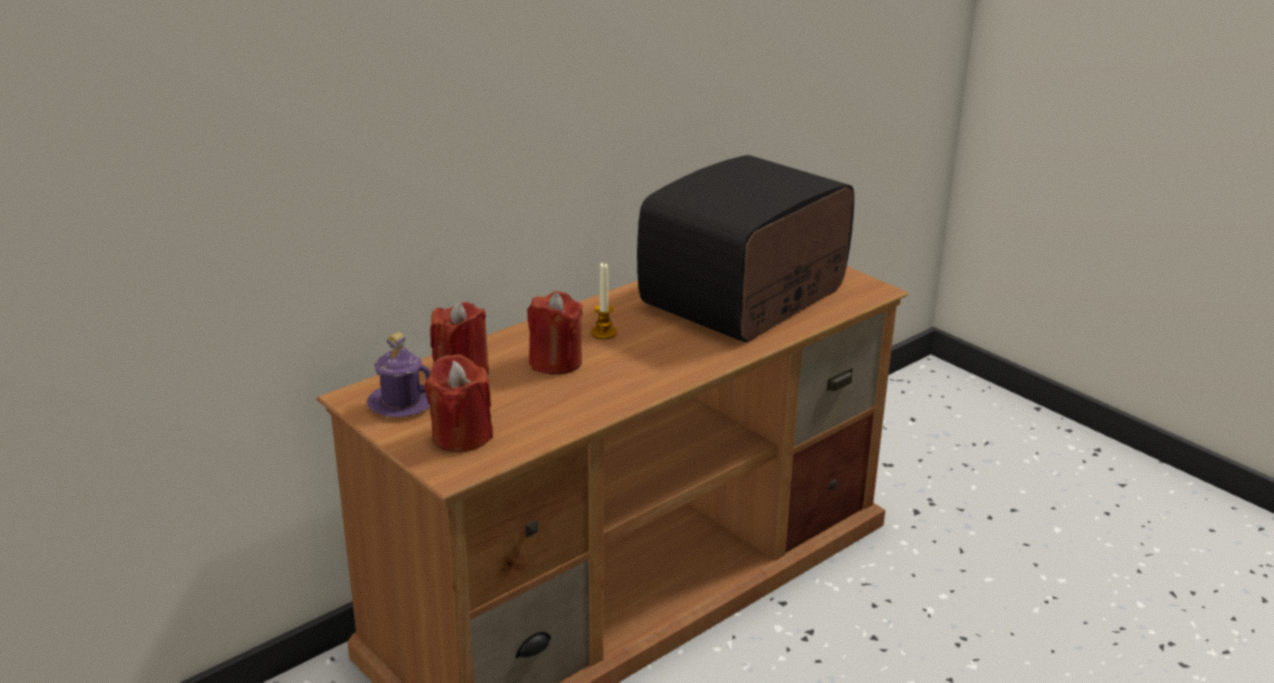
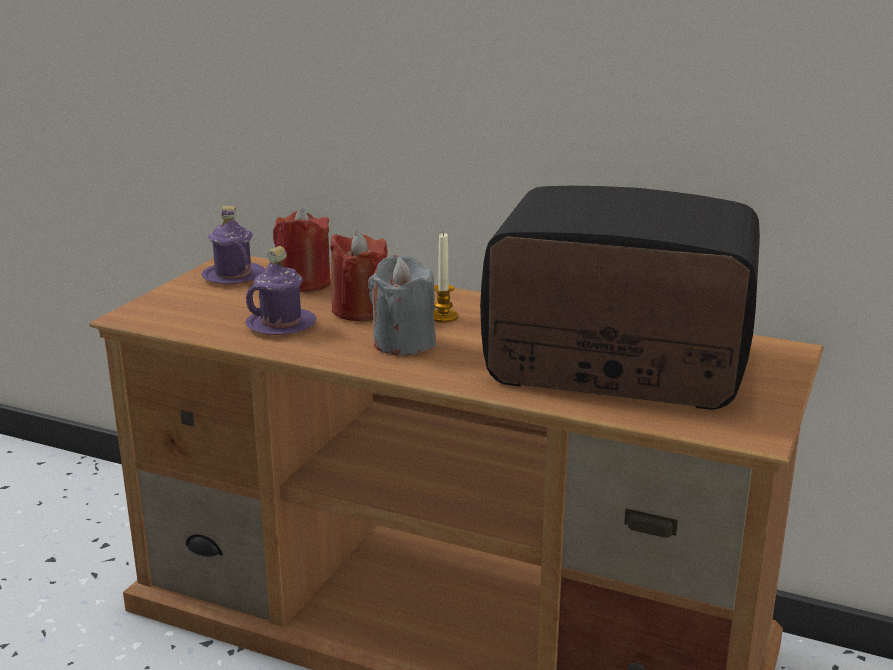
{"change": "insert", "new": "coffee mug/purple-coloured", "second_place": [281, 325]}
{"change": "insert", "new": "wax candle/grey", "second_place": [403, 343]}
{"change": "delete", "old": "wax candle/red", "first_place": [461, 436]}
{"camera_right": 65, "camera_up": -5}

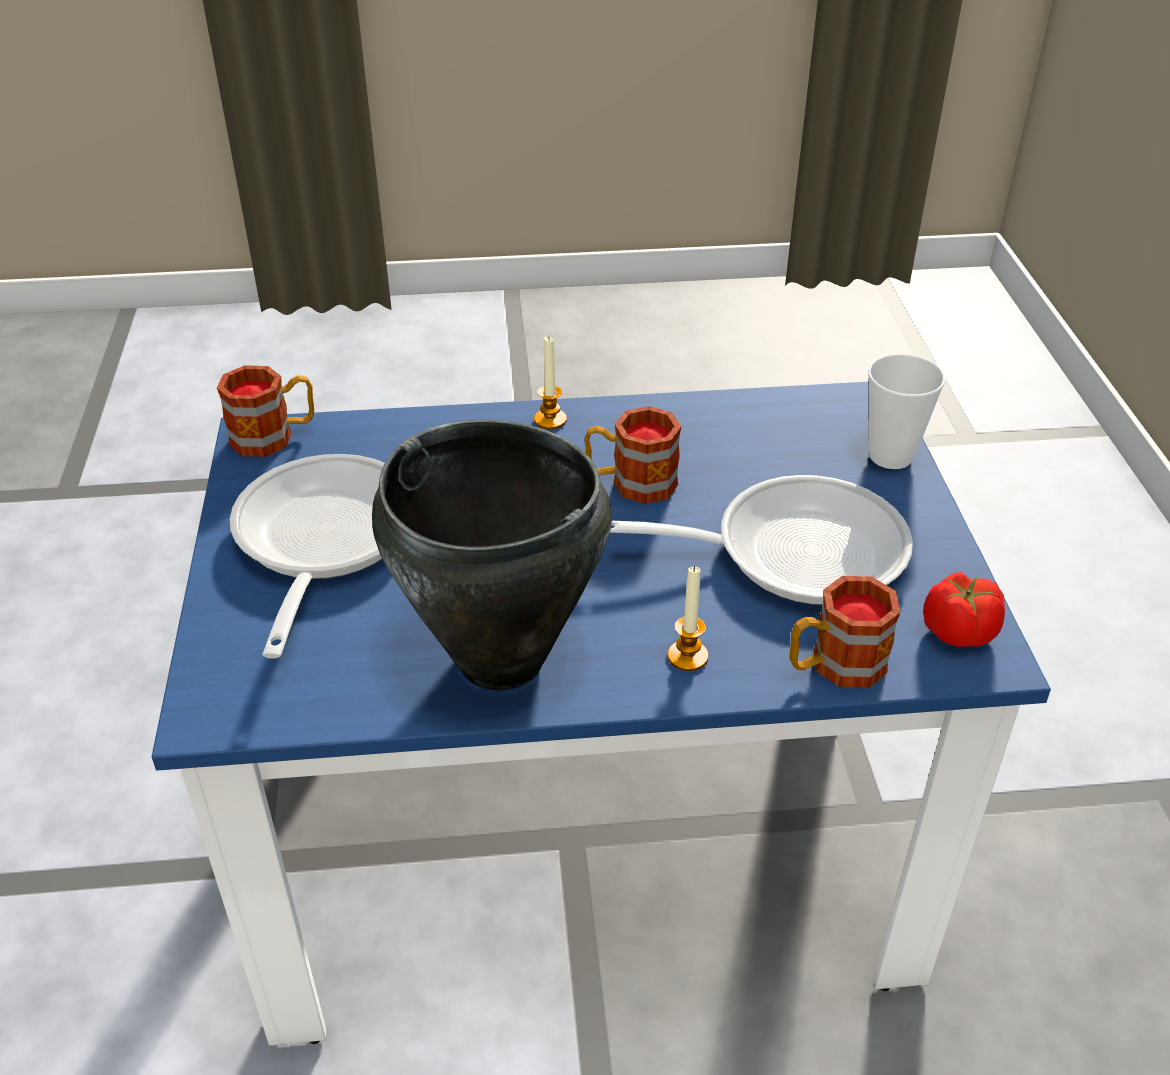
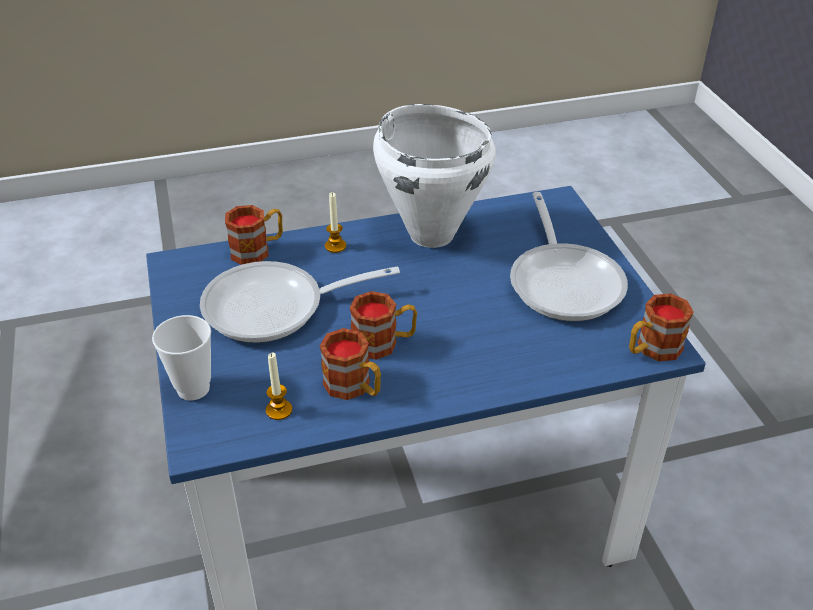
{"change": "move", "old": "wax candle", "first_place": [550, 420], "second_place": [279, 410]}
{"change": "insert", "new": "coffee mug", "second_place": [354, 387]}
{"change": "recolor", "old": "stockpot/blackish", "new": "stockpot/white", "first_place": [501, 661], "second_place": [431, 234]}
{"change": "delete", "old": "whole tomato", "first_place": [958, 631]}
{"camera_right": 170, "camera_up": 0}

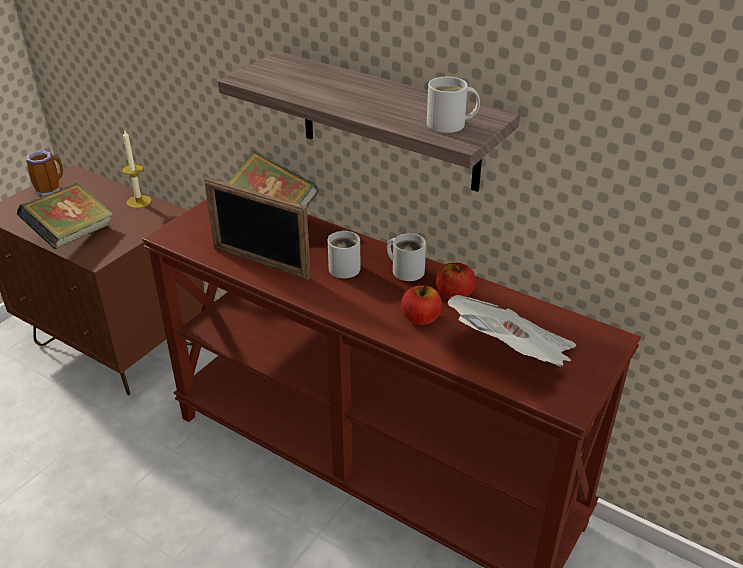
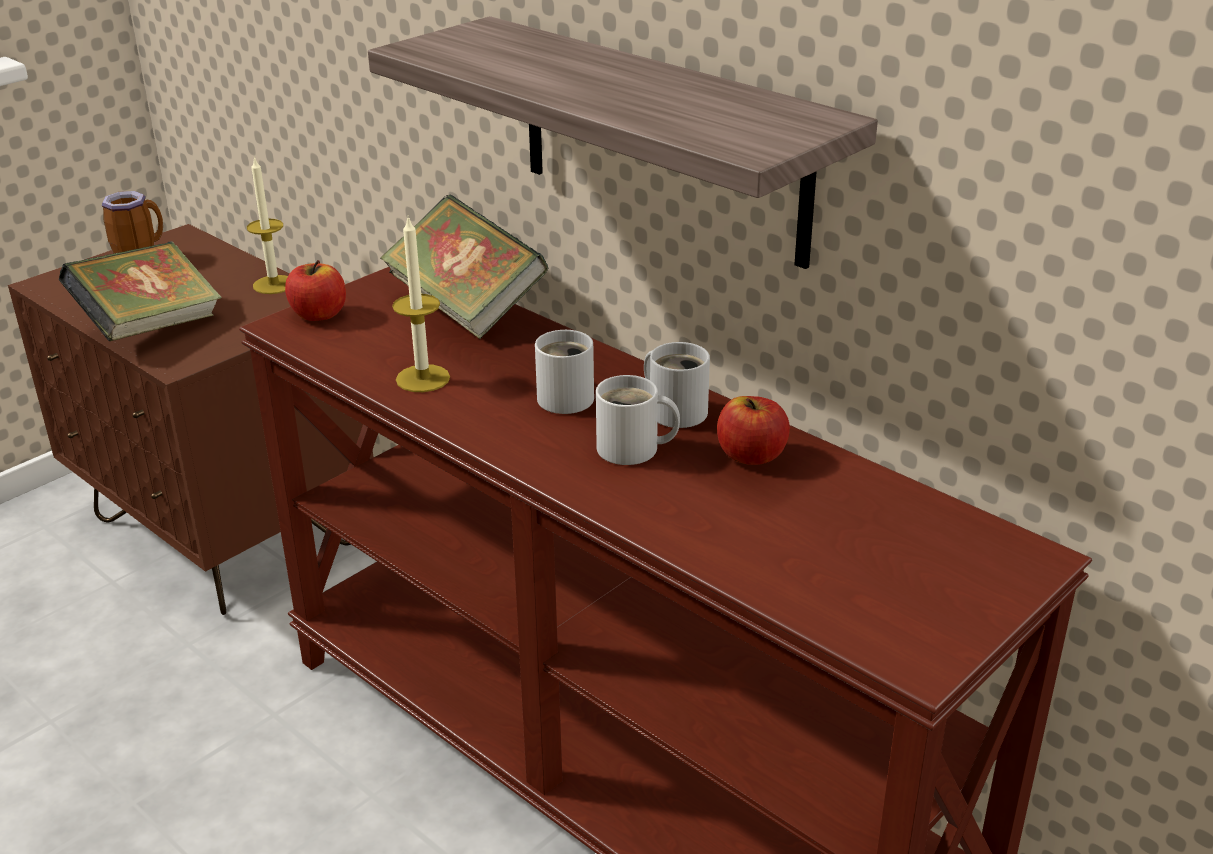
{"change": "move", "old": "apple fruit", "first_place": [420, 318], "second_place": [318, 314]}
{"change": "replace", "old": "standing frame", "new": "wax candle", "first_place": [260, 263], "second_place": [423, 378]}
{"change": "move", "old": "coffee mug/white", "first_place": [450, 125], "second_place": [633, 450]}
{"change": "delete", "old": "printed paper", "first_place": [512, 356]}
{"camera_right": 10, "camera_up": -5}

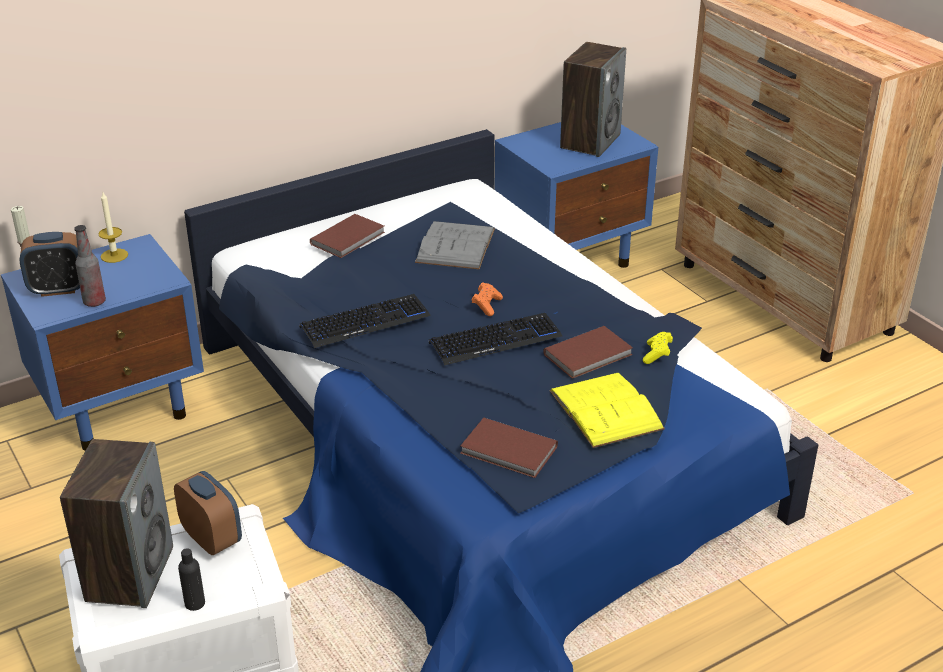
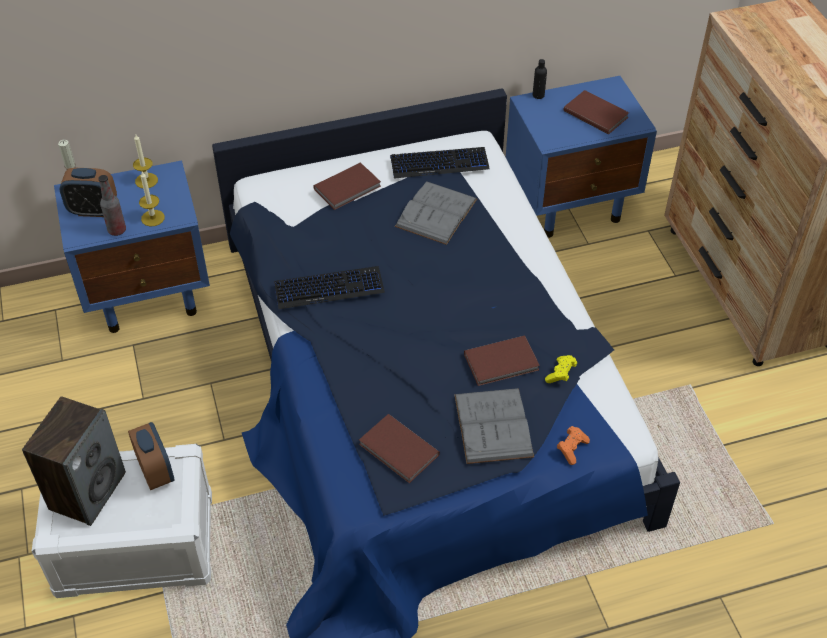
{"change": "insert", "new": "wax candle", "second_place": [153, 218]}
{"change": "move", "old": "PC keyboard", "first_place": [495, 340], "second_place": [439, 164]}
{"change": "recolor", "old": "bound book/yellow", "new": "bound book/grey", "first_place": [605, 410], "second_place": [493, 425]}
{"change": "move", "old": "drink bottle/blackish", "first_place": [195, 603], "second_place": [538, 95]}
{"change": "move", "old": "joypad/orange-coloured", "first_place": [486, 305], "second_place": [572, 448]}
{"change": "replace", "old": "audio speaker", "new": "bound book/brown-coloured", "first_place": [590, 141], "second_place": [595, 113]}
{"camera_right": 15, "camera_up": 15}

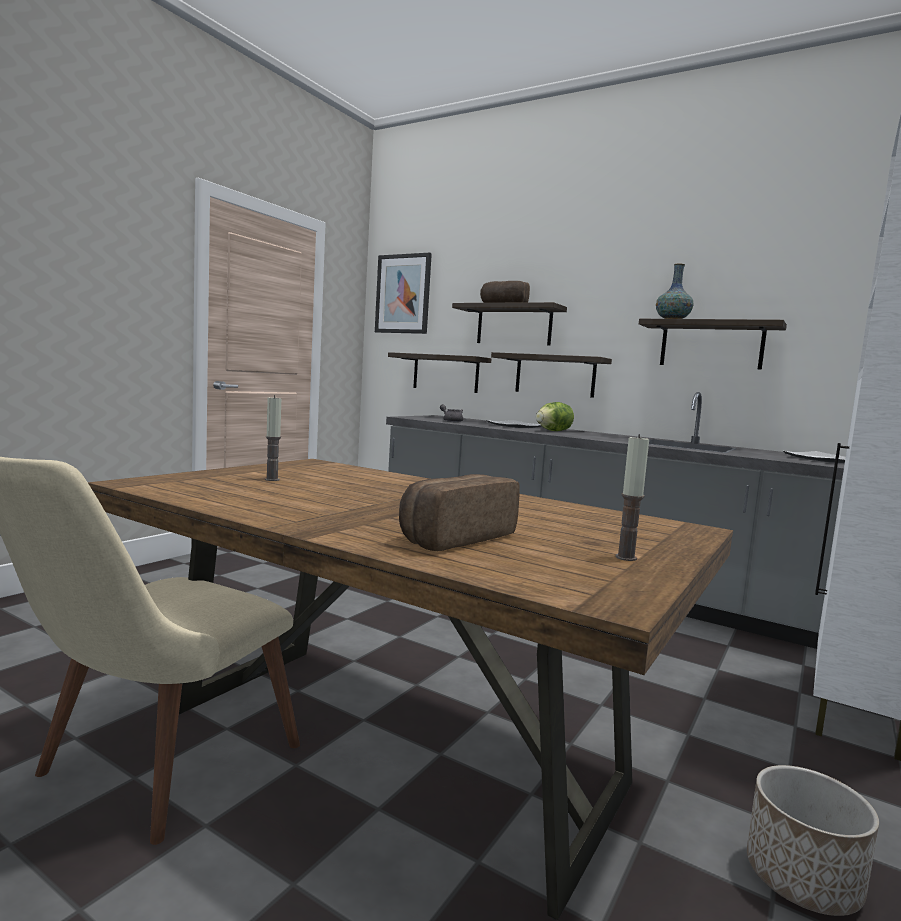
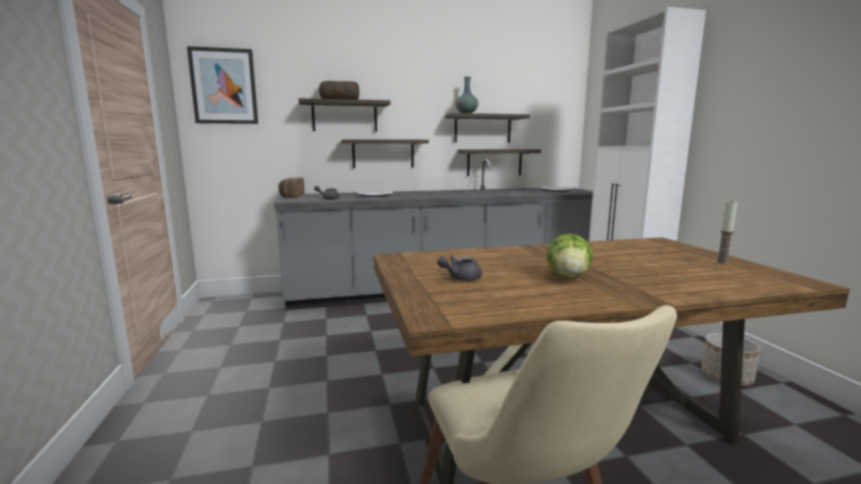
{"change": "move", "old": "bread", "first_place": [454, 537], "second_place": [291, 196]}
{"change": "replace", "old": "wax candle", "new": "teapot/grey", "first_place": [272, 479], "second_place": [460, 278]}
{"change": "move", "old": "bracket shelf", "first_place": [445, 373], "second_place": [494, 162]}
{"change": "move", "old": "lettuce head", "first_place": [553, 431], "second_place": [568, 277]}
{"camera_right": -45, "camera_up": 5}

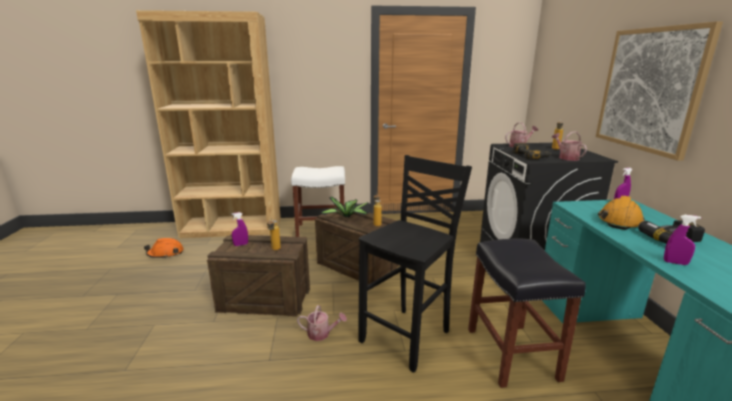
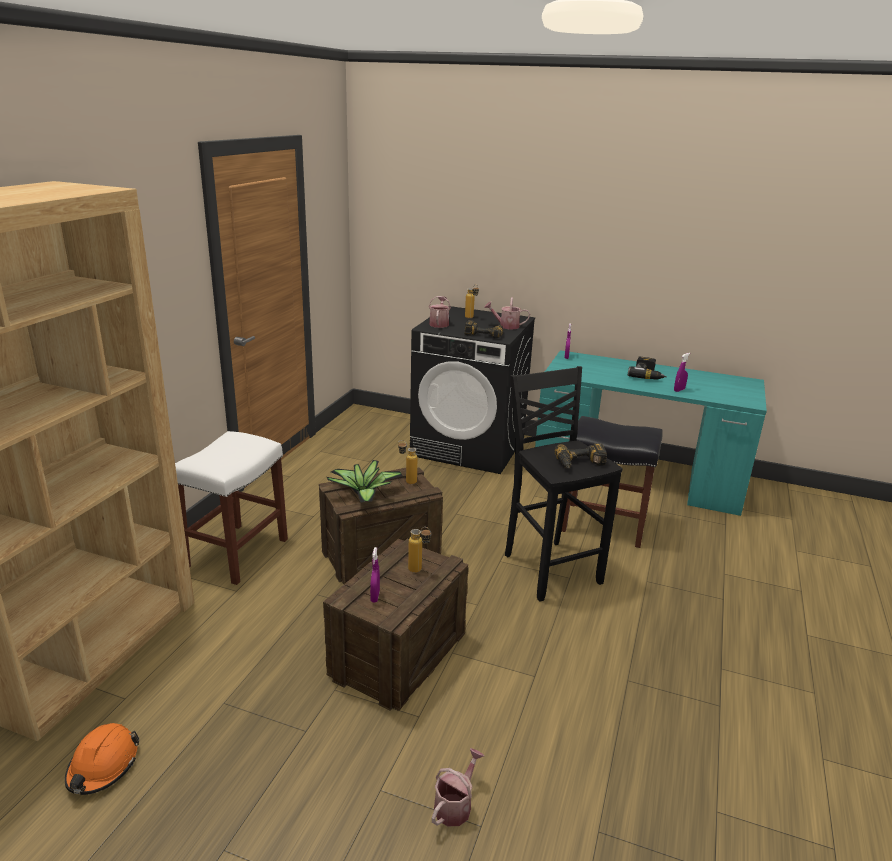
{"change": "move", "old": "sprinkling can", "first_place": [322, 334], "second_place": [455, 805]}
{"change": "insert", "new": "drill", "second_place": [580, 464]}
{"change": "delete", "old": "wall art", "first_place": [649, 90]}
{"change": "delete", "old": "hard hat/orange-coloured", "first_place": [619, 221]}
{"camera_right": -65, "camera_up": 5}

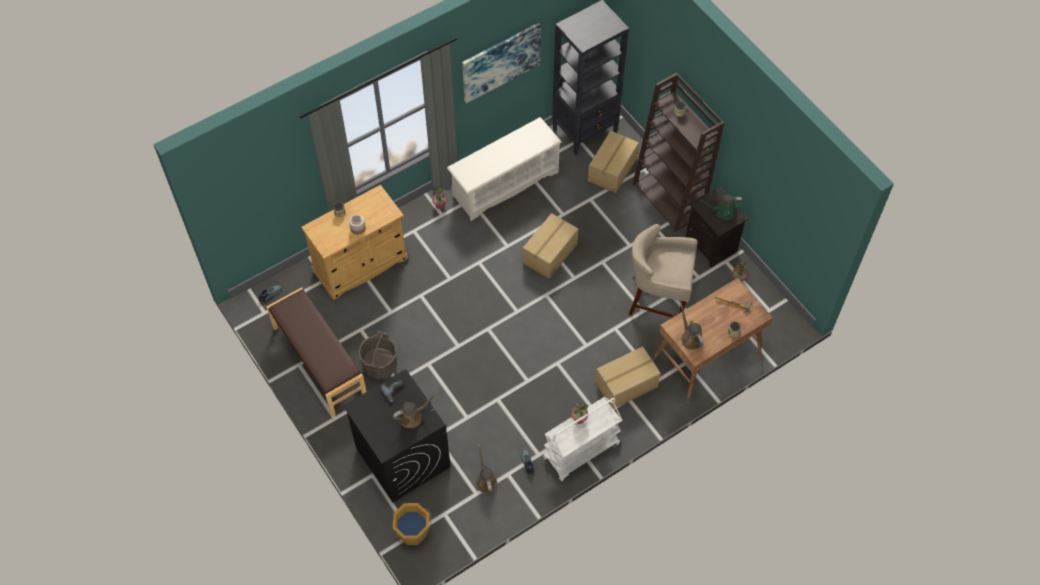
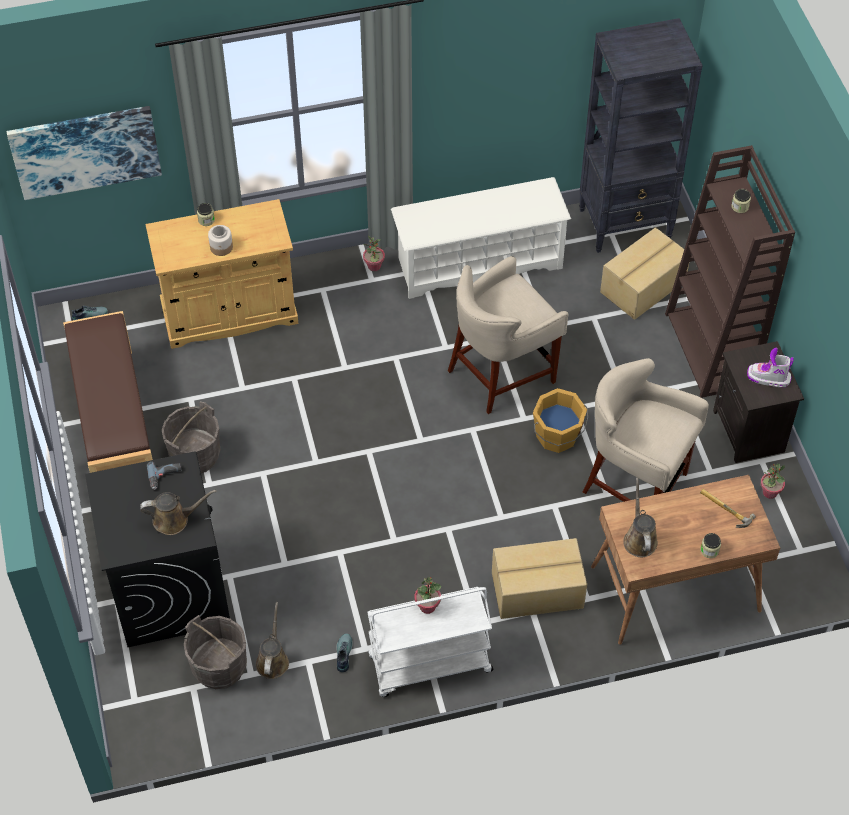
{"change": "move", "old": "wall art", "first_place": [501, 61], "second_place": [85, 151]}
{"change": "insert", "new": "bucket/grey", "second_place": [219, 667]}
{"change": "replace", "old": "carton", "new": "stool seat/beige-coloured", "first_place": [549, 253], "second_place": [502, 374]}
{"change": "move", "old": "bucket/orange-coloured", "first_place": [413, 532], "second_place": [557, 436]}
{"change": "replace", "old": "sprinkling can/greenish", "new": "high-top boot", "first_place": [723, 212], "second_place": [768, 378]}
{"camera_right": 20, "camera_up": -5}

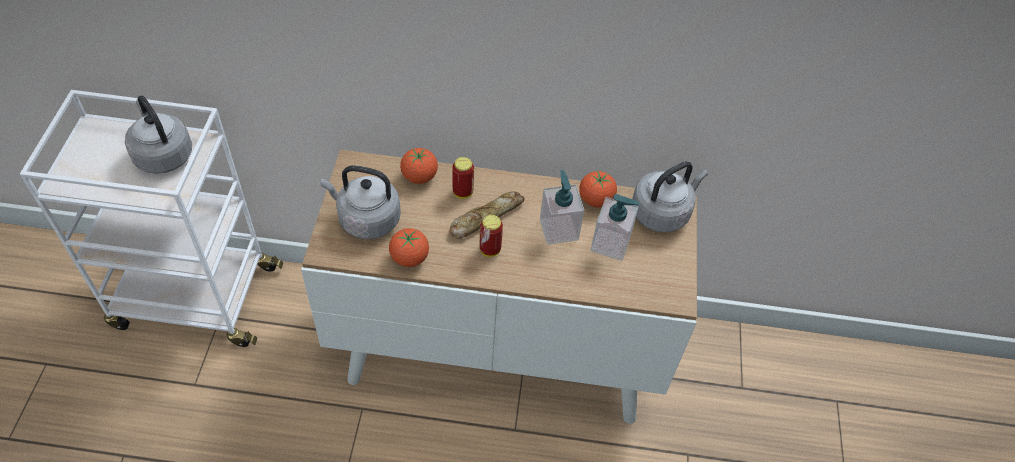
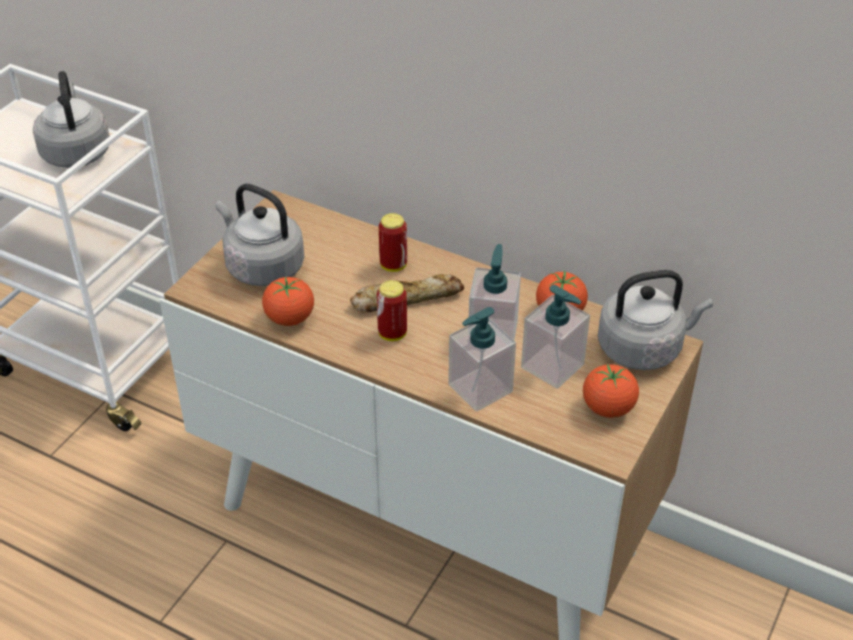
{"change": "insert", "new": "liquid soap bottle", "second_place": [480, 388]}
{"change": "move", "old": "whole tomato", "first_place": [419, 176], "second_place": [608, 408]}
{"camera_right": 25, "camera_up": -10}

